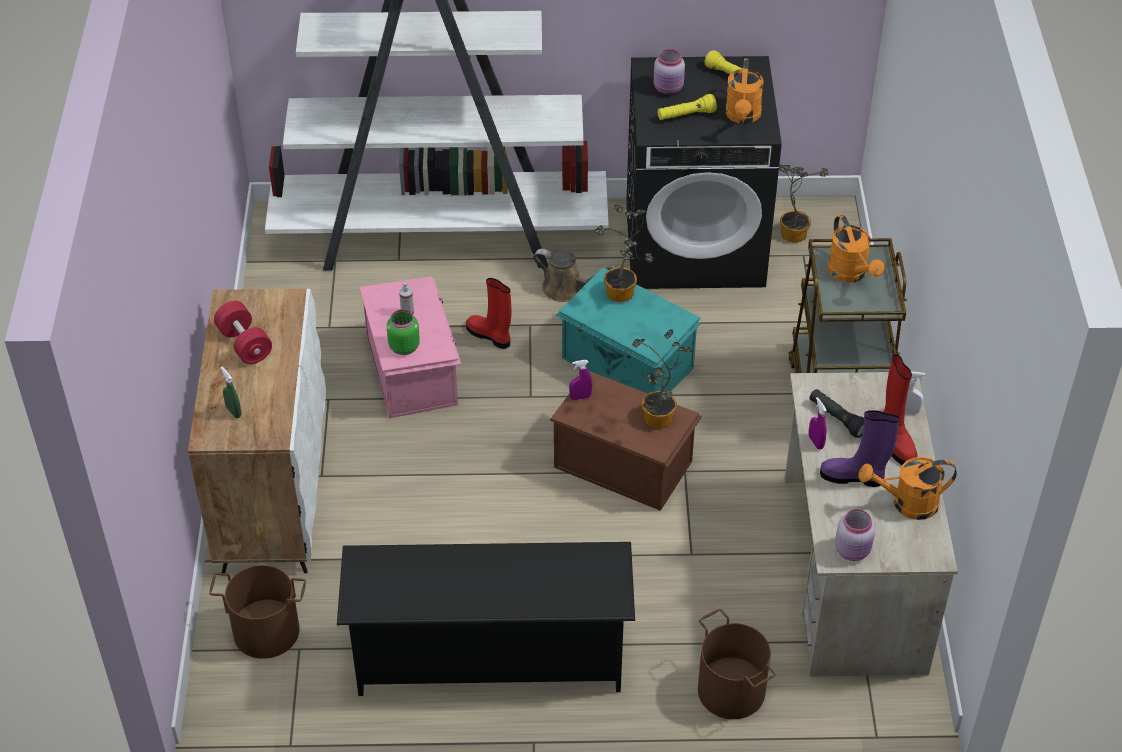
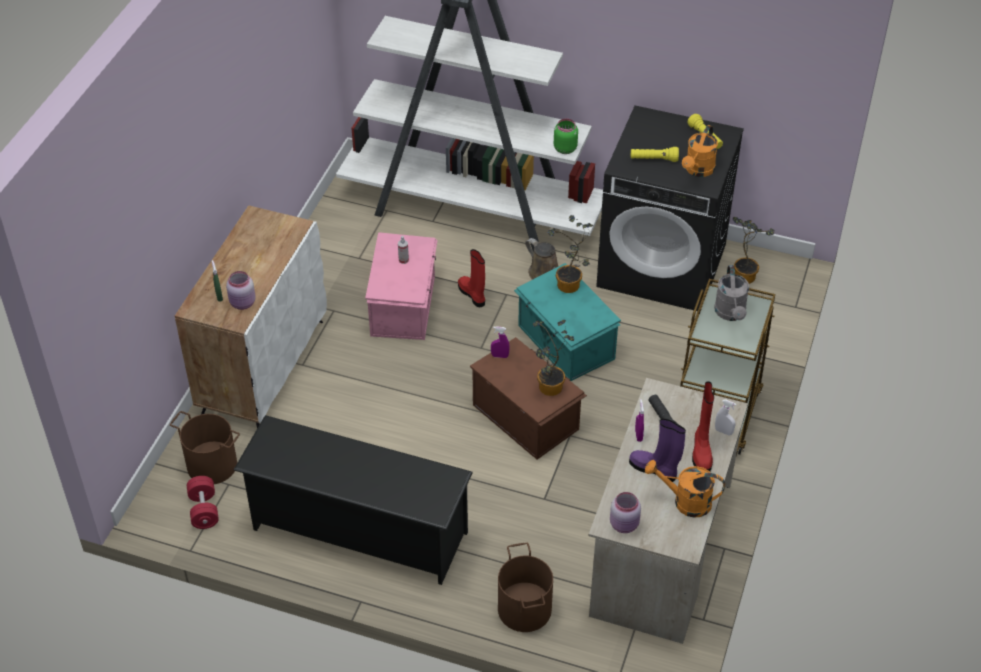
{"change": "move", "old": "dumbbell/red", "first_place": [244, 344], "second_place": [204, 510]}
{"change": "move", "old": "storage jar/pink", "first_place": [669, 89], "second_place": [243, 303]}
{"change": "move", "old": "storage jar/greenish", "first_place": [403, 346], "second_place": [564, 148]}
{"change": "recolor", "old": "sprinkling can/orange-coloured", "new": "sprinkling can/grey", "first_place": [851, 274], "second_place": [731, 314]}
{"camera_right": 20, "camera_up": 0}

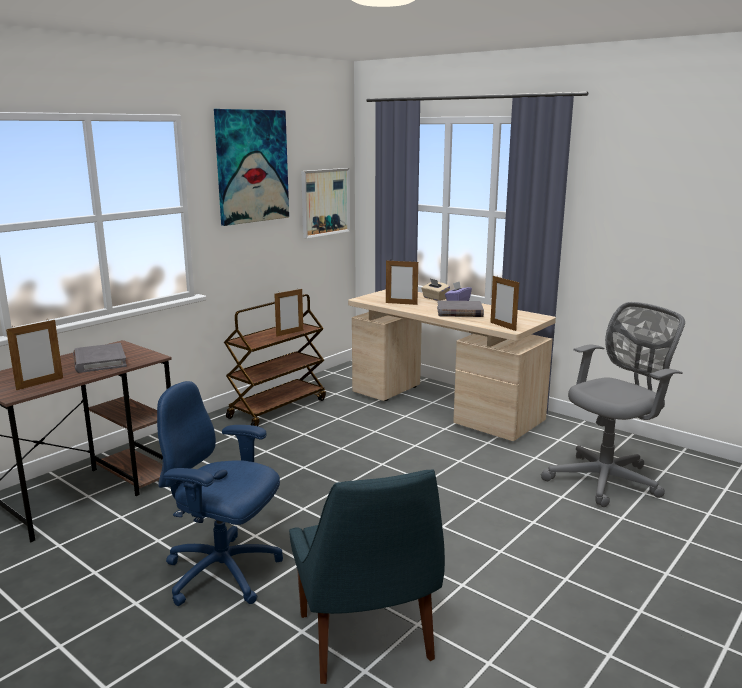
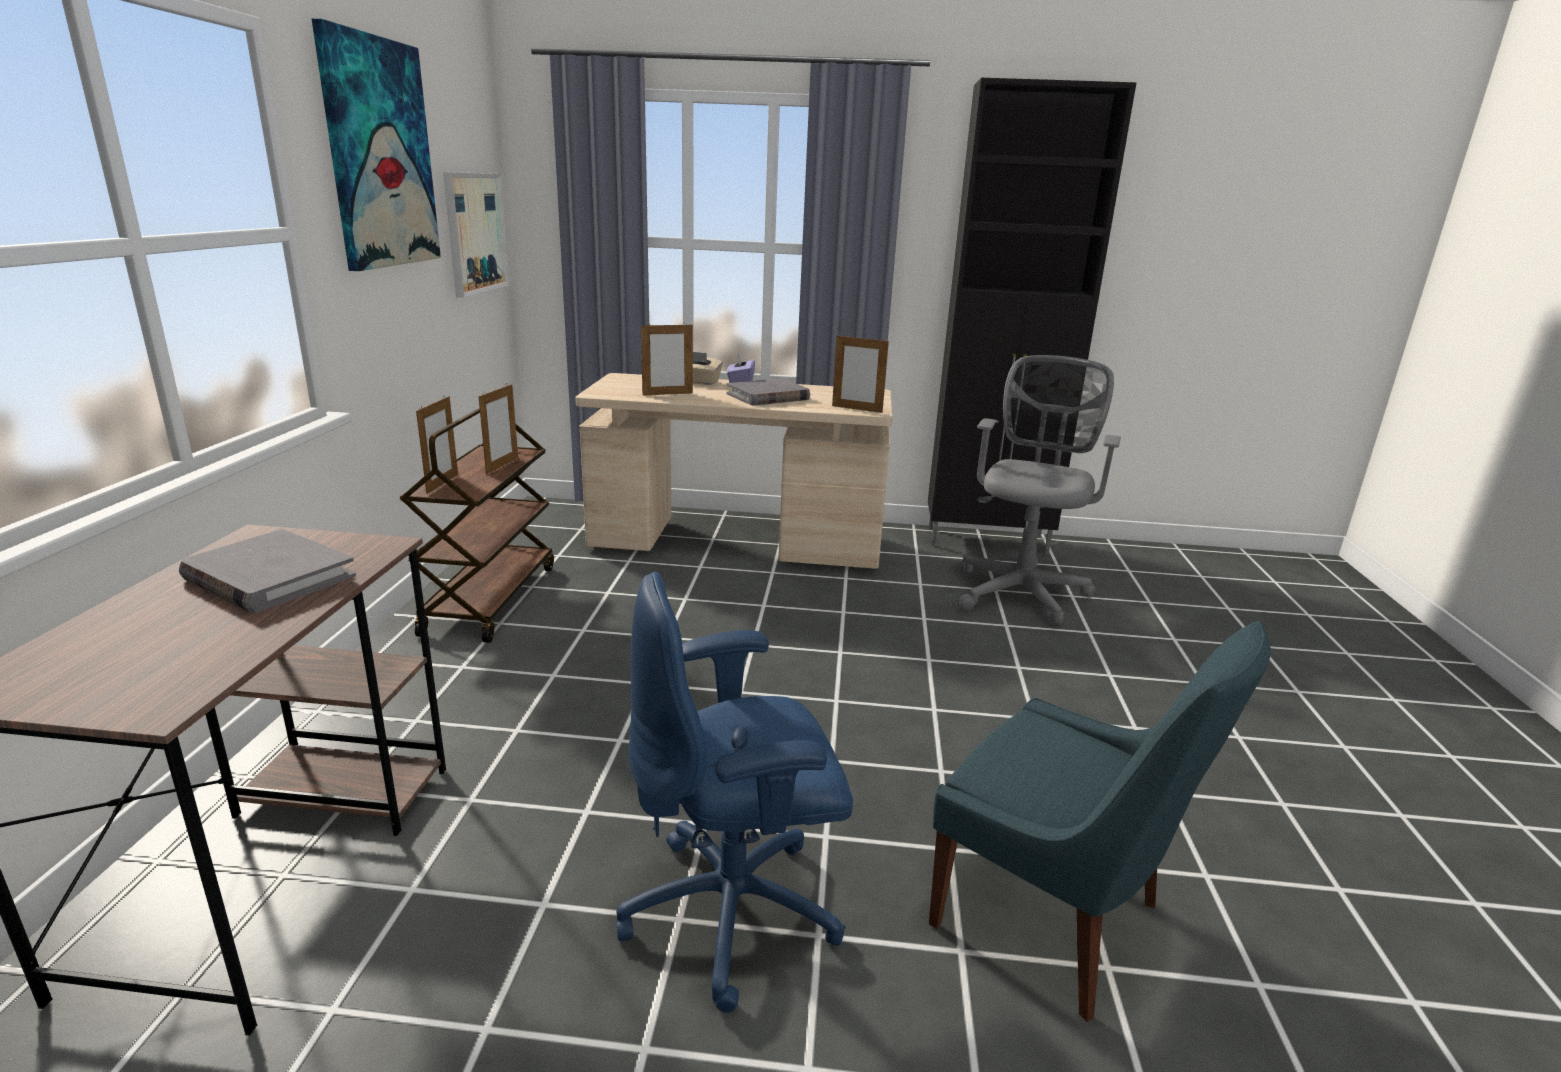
{"change": "move", "old": "standing frame", "first_place": [40, 384], "second_place": [442, 483]}
{"change": "insert", "new": "storage cabinet/blackish", "second_place": [988, 541]}
{"camera_right": -35, "camera_up": 5}

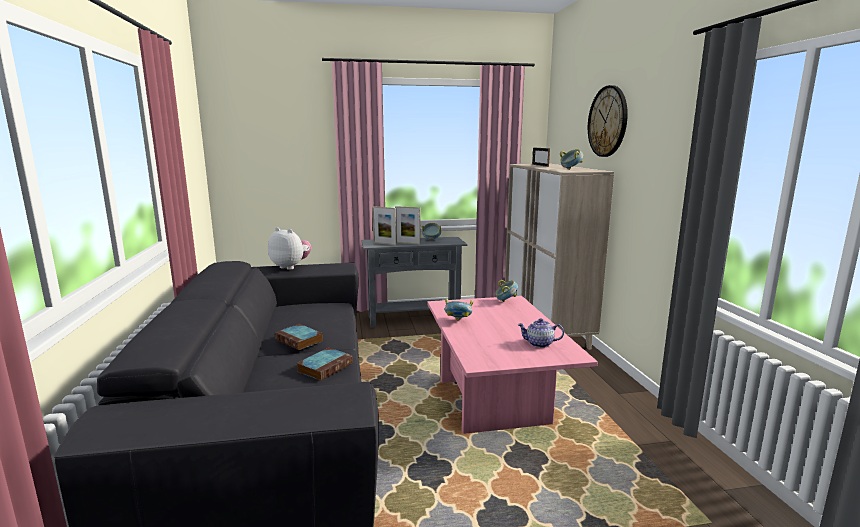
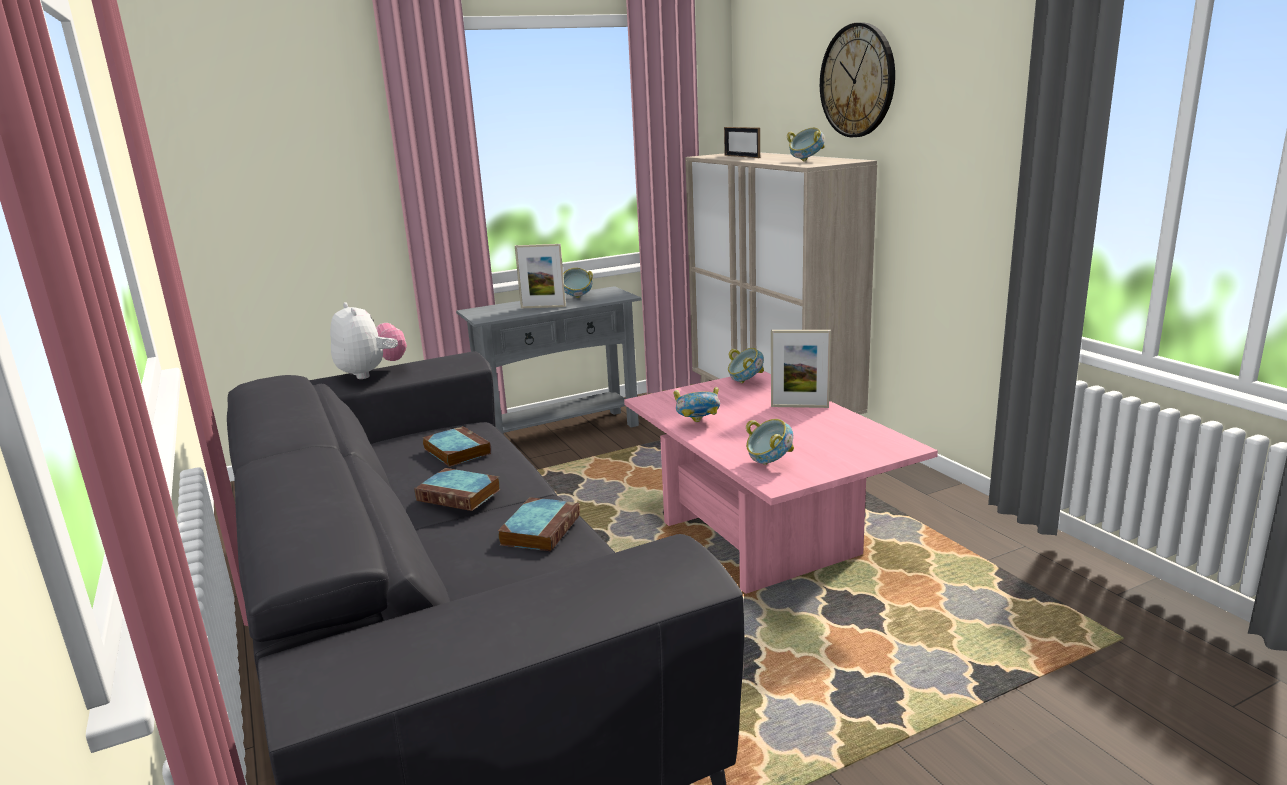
{"change": "rotate", "old": "cuddly toy", "first_place": [291, 267], "second_place": [371, 373], "degrees": 45}
{"change": "insert", "new": "bound book", "second_place": [456, 451]}
{"change": "insert", "new": "deep dish", "second_place": [769, 463]}
{"change": "move", "old": "standing frame", "first_place": [385, 244], "second_place": [799, 406]}
{"change": "delete", "old": "teapot", "first_place": [539, 344]}
{"camera_right": -15, "camera_up": 5}

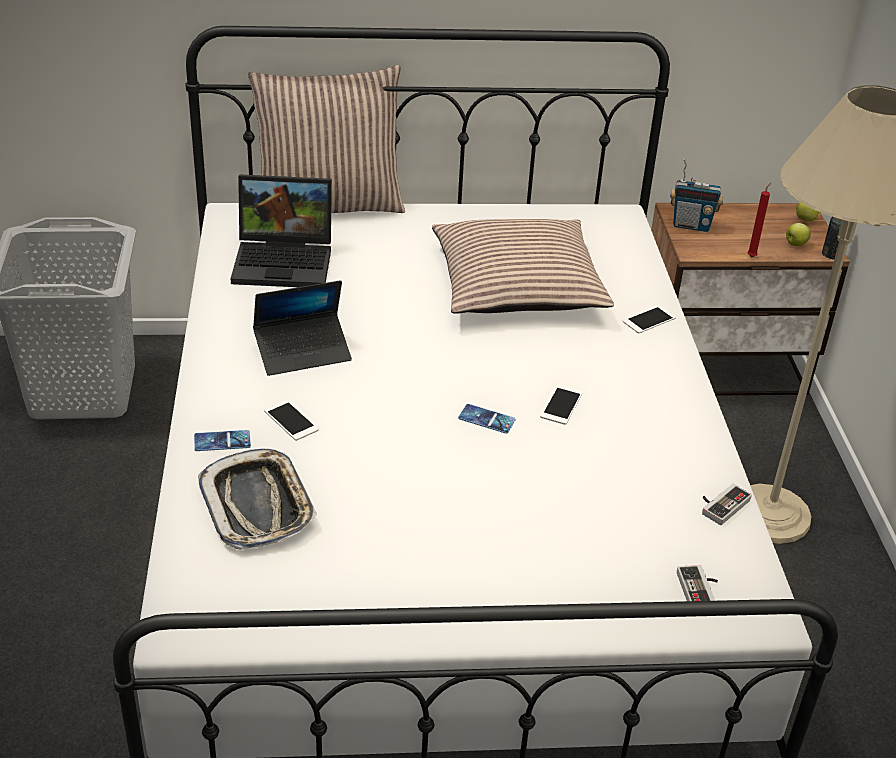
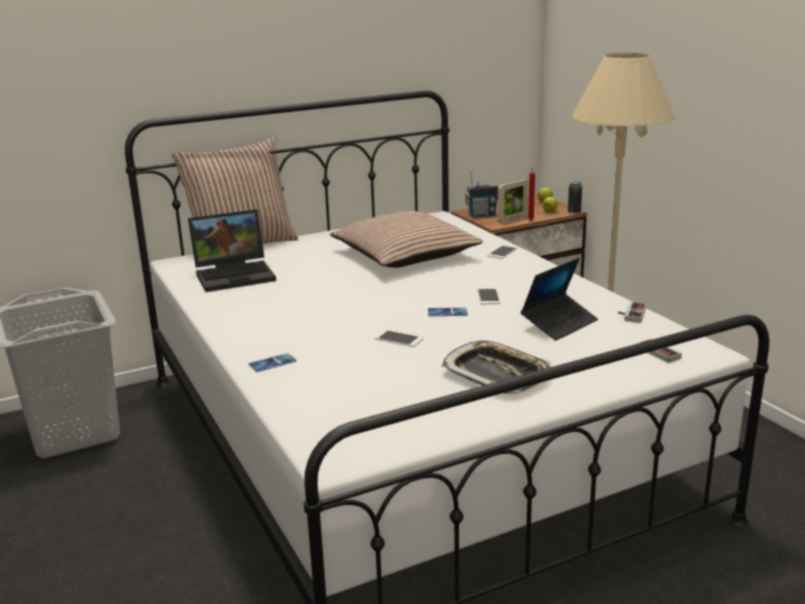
{"change": "move", "old": "phone", "first_place": [291, 420], "second_place": [399, 339]}
{"change": "move", "old": "carrying tray", "first_place": [258, 505], "second_place": [496, 374]}
{"change": "insert", "new": "standing frame", "second_place": [512, 219]}
{"change": "move", "old": "notebook computer", "first_place": [303, 352], "second_place": [559, 324]}
{"camera_right": -20, "camera_up": -15}

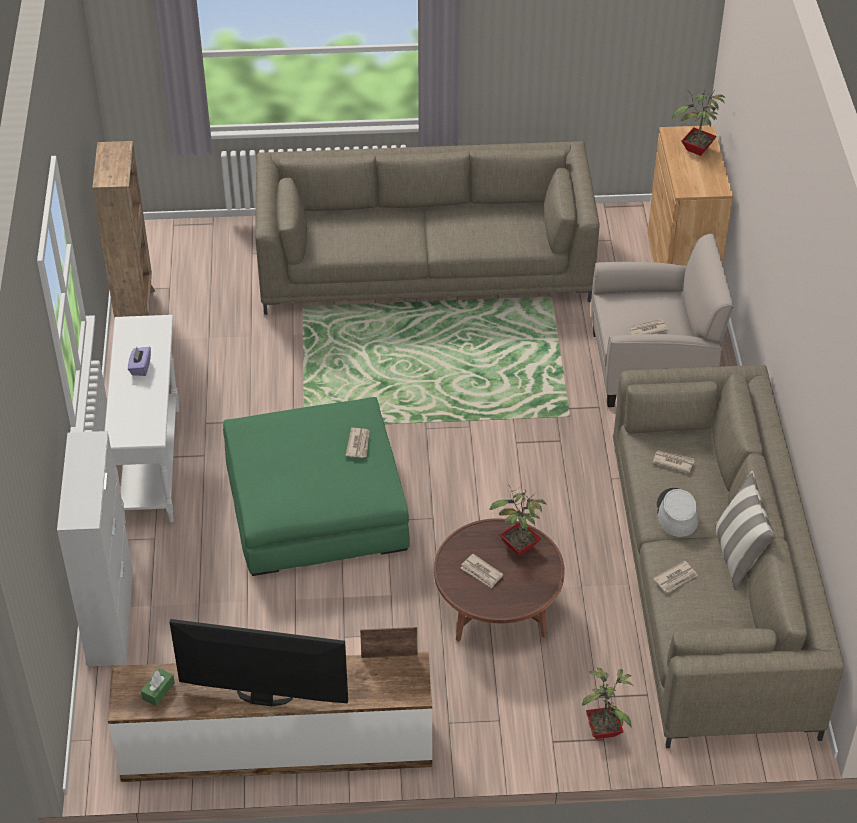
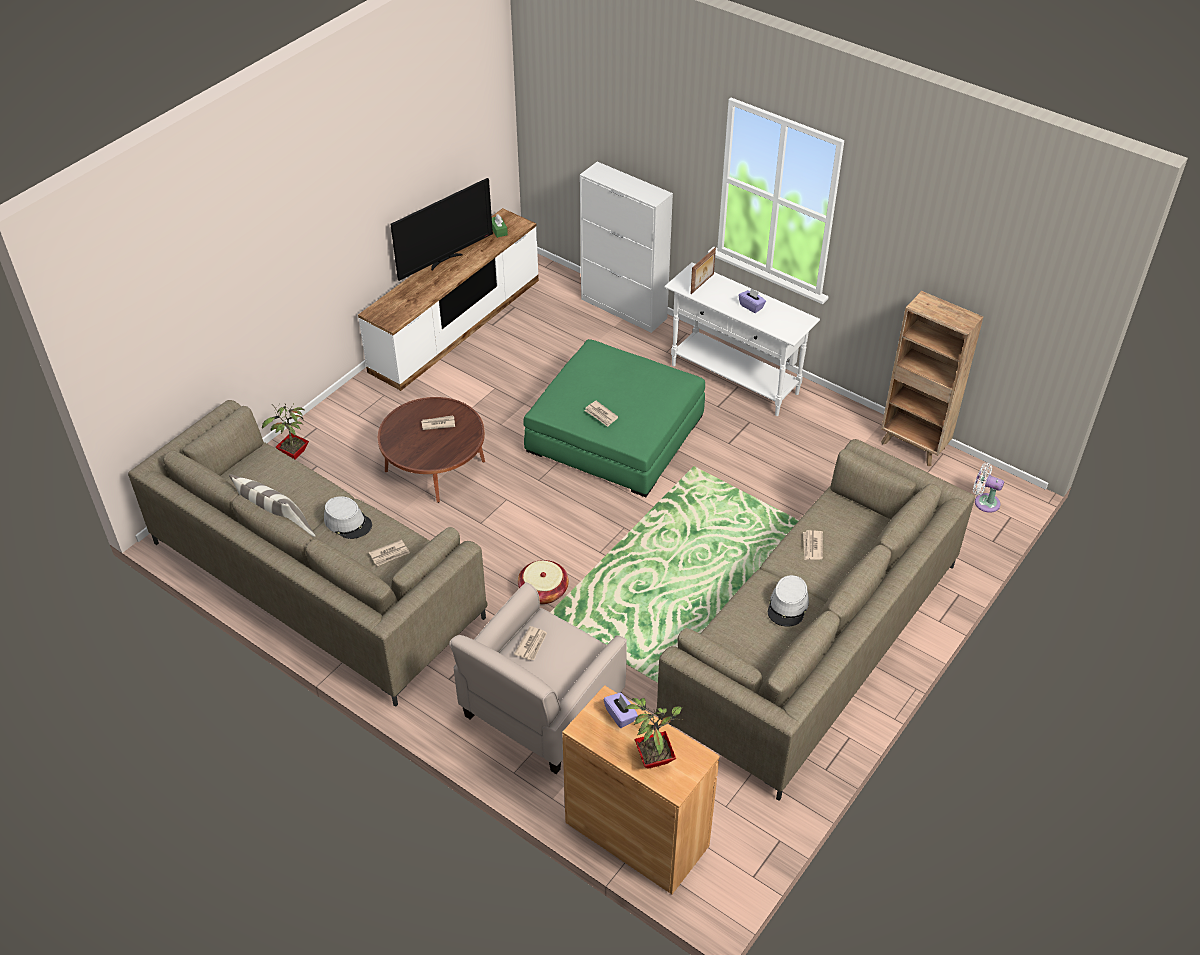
{"change": "insert", "new": "basket", "second_place": [543, 591]}
{"change": "insert", "new": "tissue box/purple-coloured", "second_place": [620, 715]}
{"change": "move", "old": "standing frame", "first_place": [389, 655], "second_place": [702, 284]}
{"change": "insert", "new": "clothing hat/grey", "second_place": [788, 606]}
{"change": "move", "old": "printed paper", "first_place": [676, 578], "second_place": [812, 546]}
{"change": "insert", "new": "cooling fan/white", "second_place": [984, 502]}
{"change": "delete", "old": "potted plant", "first_place": [518, 547]}
{"camera_right": 130, "camera_up": 0}

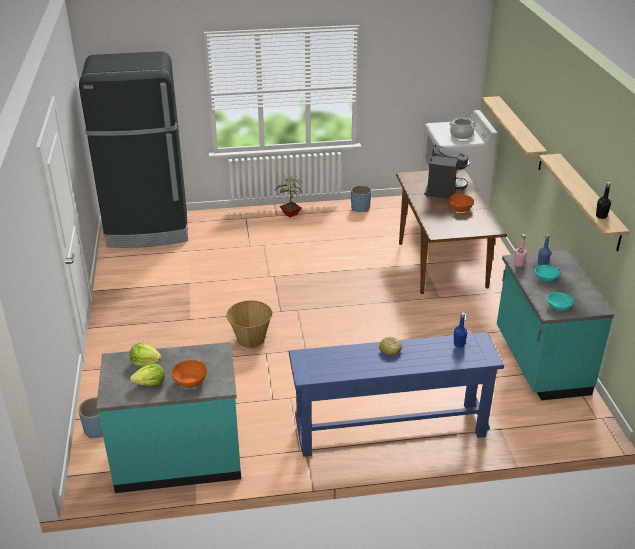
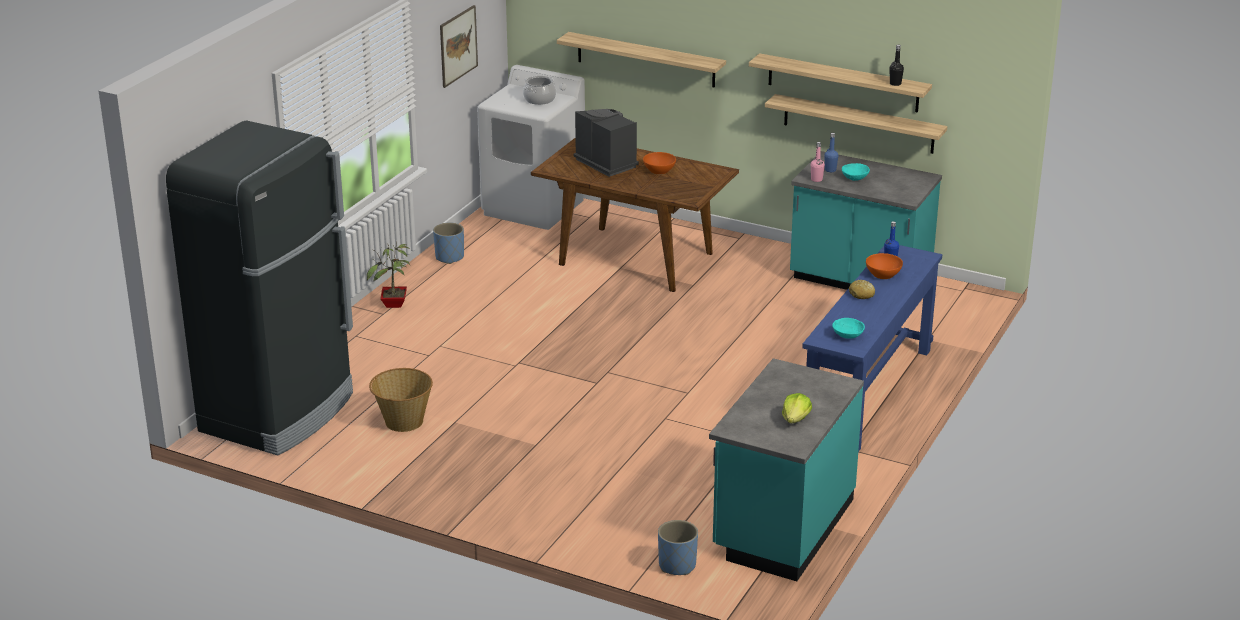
{"change": "move", "old": "basket", "first_place": [250, 339], "second_place": [403, 421]}
{"change": "insert", "new": "wall art", "second_place": [458, 46]}
{"change": "insert", "new": "bracket shelf", "second_place": [858, 124]}
{"change": "move", "old": "deep dish/turquoise", "first_place": [558, 307], "second_place": [847, 335]}
{"change": "move", "old": "deep dish/orange-coloured", "first_place": [190, 381], "second_place": [883, 274]}
{"change": "delete", "old": "lettuce head", "first_place": [145, 361]}
{"camera_right": -55, "camera_up": -5}

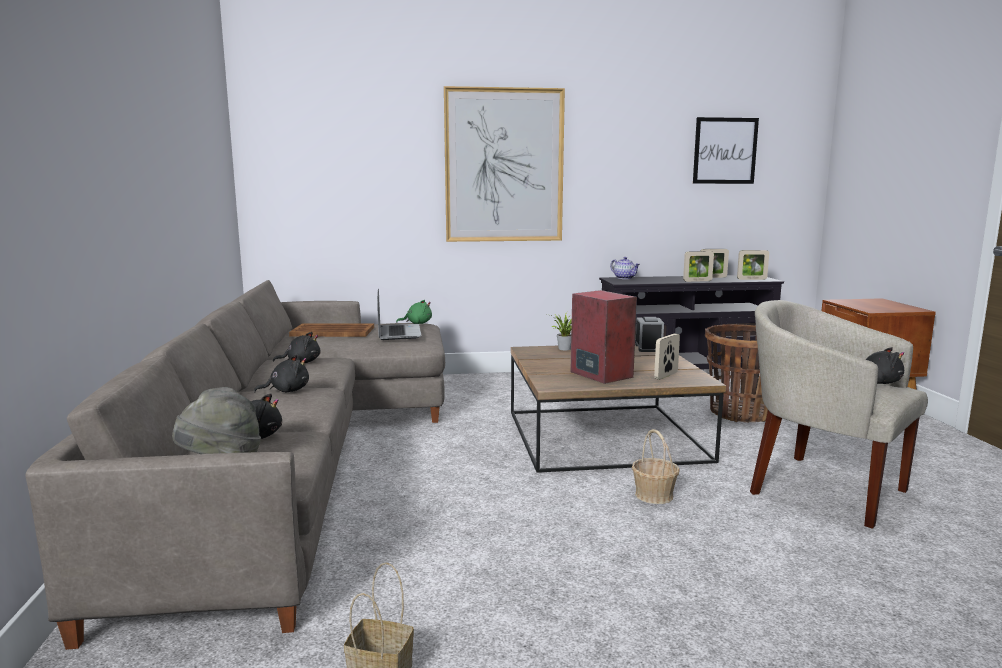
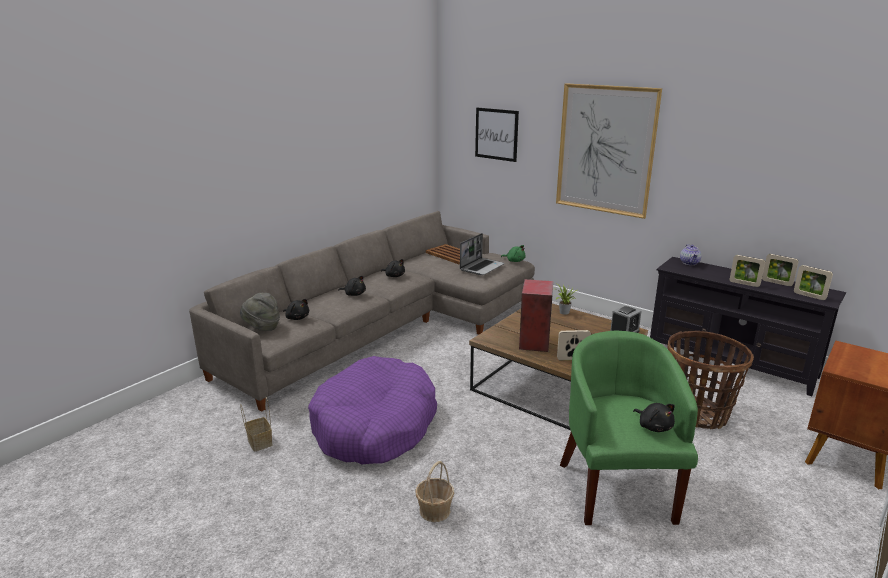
{"change": "insert", "new": "pet bed/purple-coloured", "second_place": [374, 425]}
{"change": "move", "old": "basket", "first_place": [654, 495], "second_place": [434, 511]}
{"change": "move", "old": "wall art", "first_place": [725, 151], "second_place": [496, 134]}
{"change": "recolor", "old": "armchair/beige-coloured", "new": "armchair/greenish", "first_place": [821, 488], "second_place": [617, 487]}
{"camera_right": 45, "camera_up": 10}

